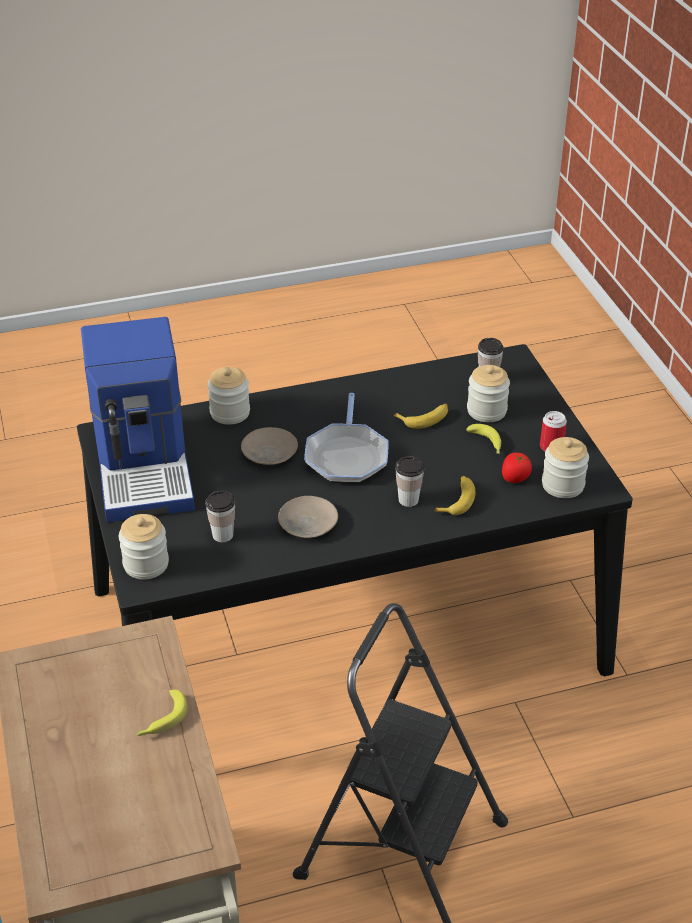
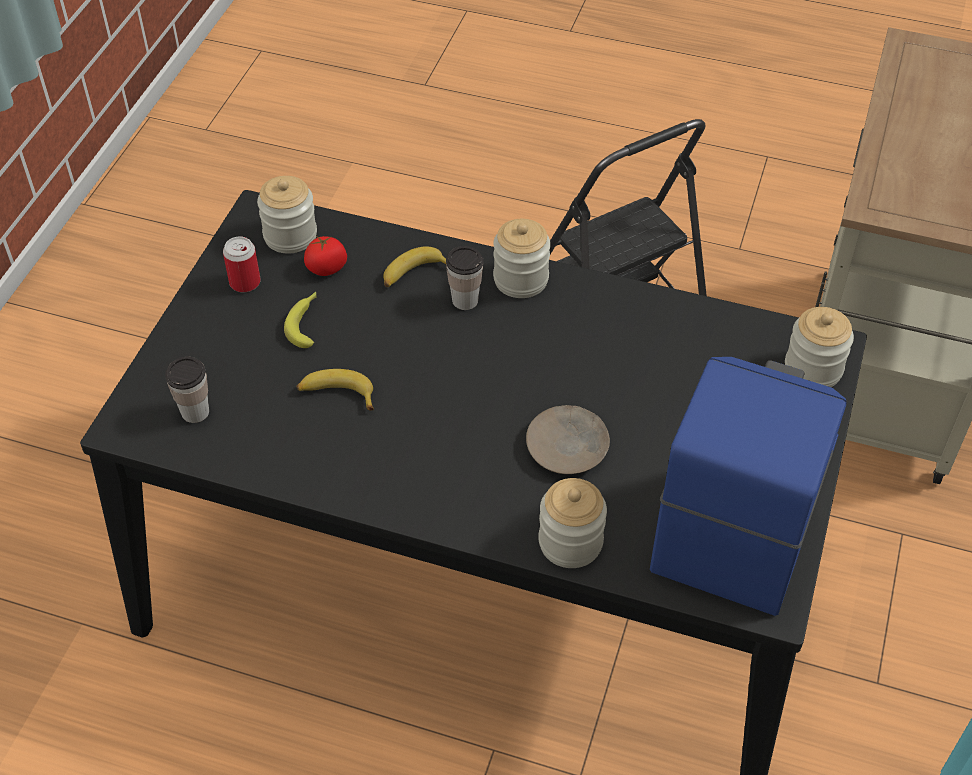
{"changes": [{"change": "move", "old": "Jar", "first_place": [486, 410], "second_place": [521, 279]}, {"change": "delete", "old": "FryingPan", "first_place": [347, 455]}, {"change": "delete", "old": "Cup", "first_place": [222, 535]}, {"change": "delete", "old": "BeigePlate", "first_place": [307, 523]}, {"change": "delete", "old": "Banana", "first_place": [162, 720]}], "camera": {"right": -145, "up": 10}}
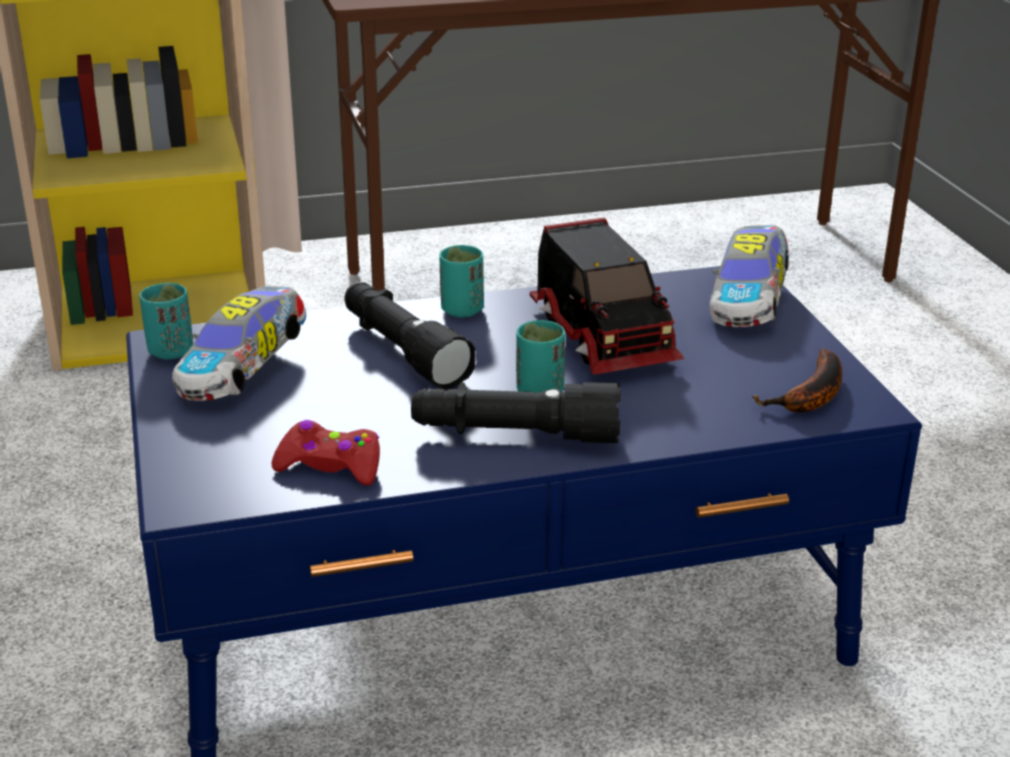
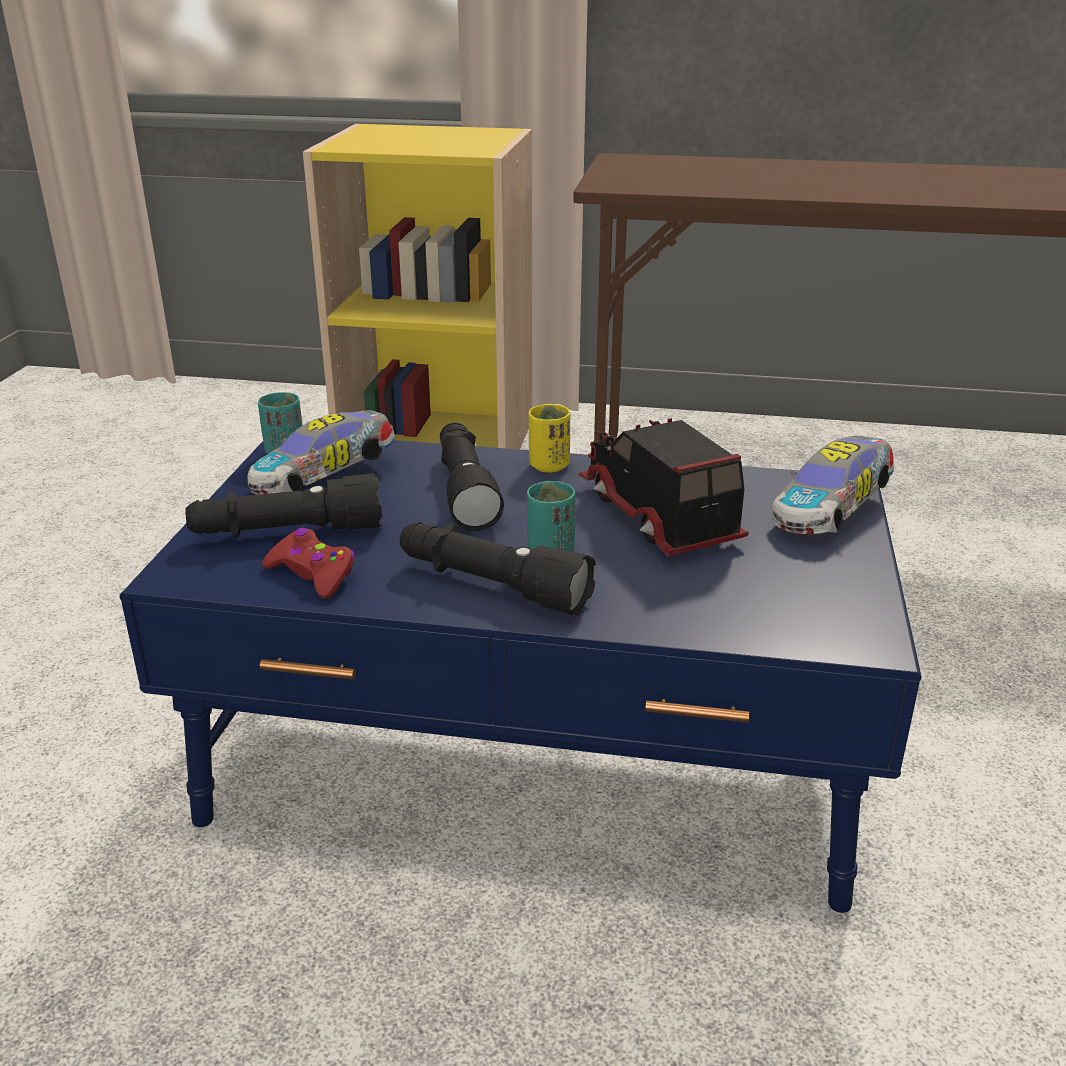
{"changes": [{"change": "rotate", "old": "ToyTruck", "first_place": [604, 337], "second_place": [656, 515], "degrees": 150}, {"change": "recolor", "old": "TurquoiseCup", "new": "YellowCup", "first_place": [462, 310], "second_place": [549, 466]}, {"change": "delete", "old": "Banana", "first_place": [811, 396]}, {"change": "insert", "new": "BlackFlashlight", "second_place": [287, 532]}], "camera": {"right": 25, "up": 0}}
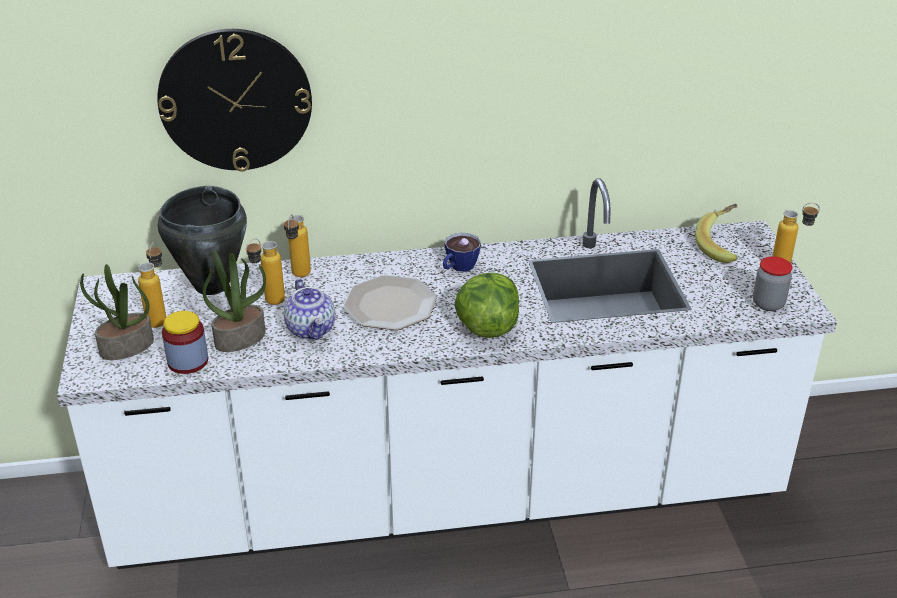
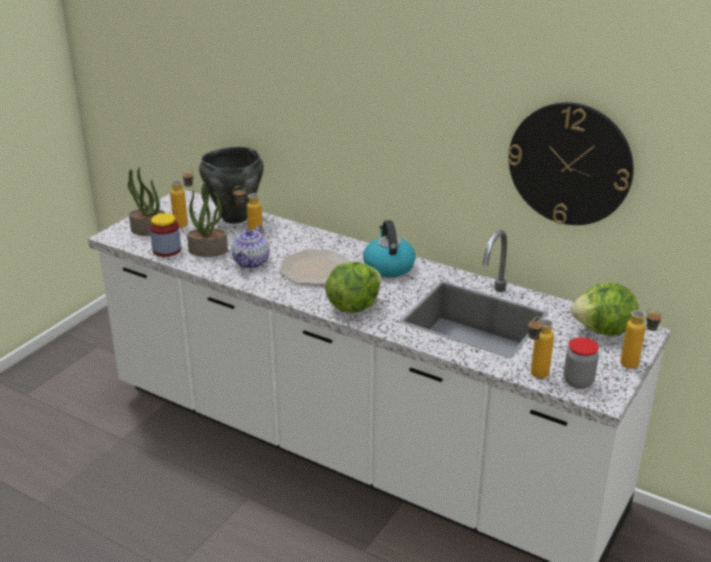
{"changes": [{"change": "move", "old": "WallClock", "first_place": [235, 100], "second_place": [570, 164]}, {"change": "replace", "old": "Banana", "new": "Lettuce", "first_place": [722, 246], "second_place": [603, 331]}, {"change": "move", "old": "Bottle", "first_place": [299, 277], "second_place": [534, 376]}, {"change": "replace", "old": "Cup", "new": "Kettle", "first_place": [458, 268], "second_place": [388, 266]}], "camera": {"right": 40, "up": -5}}
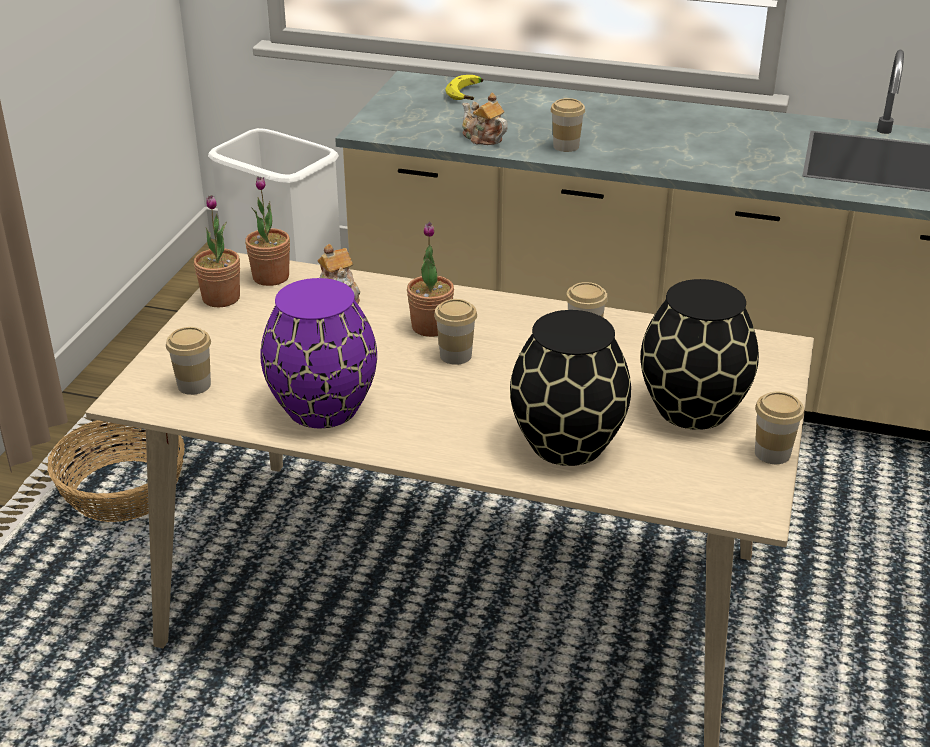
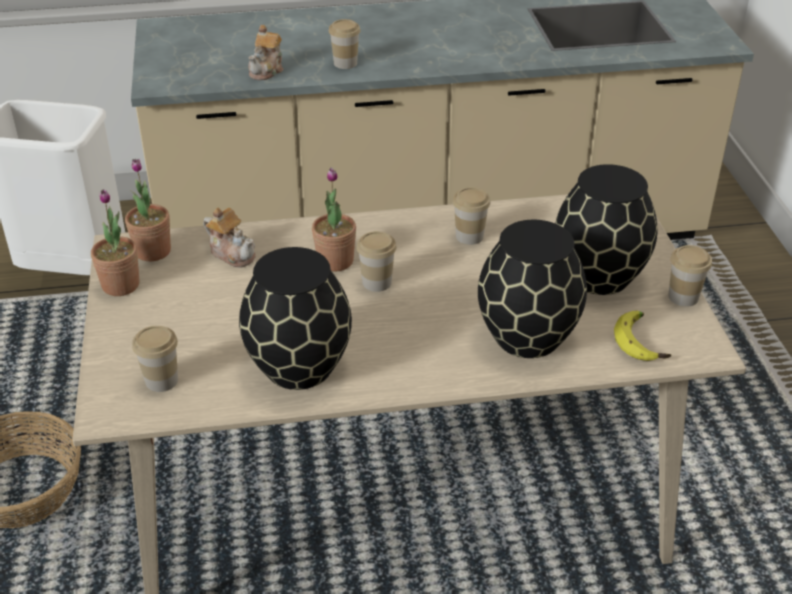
{"changes": [{"change": "move", "old": "Banana", "first_place": [468, 94], "second_place": [642, 342]}, {"change": "rotate", "old": "Teapot", "first_place": [482, 138], "second_place": [267, 70], "degrees": -90}, {"change": "recolor", "old": "PurpleVase", "new": "BlackVase", "first_place": [322, 409], "second_place": [298, 368]}], "camera": {"right": -25, "up": 5}}
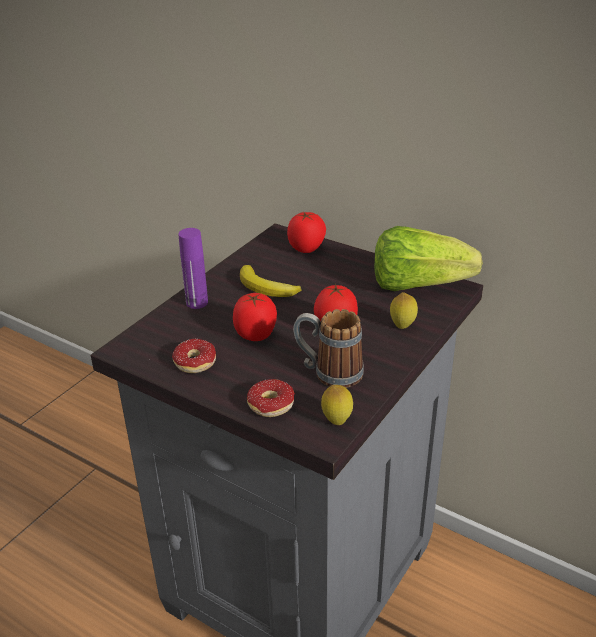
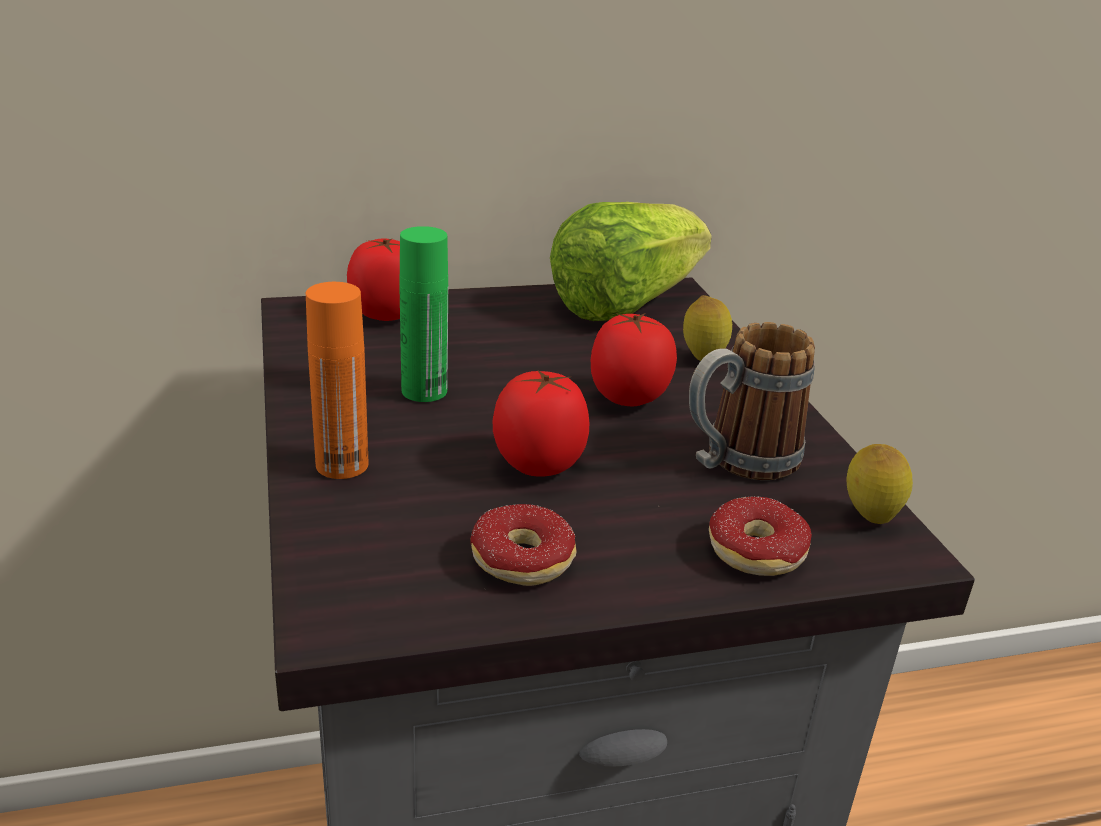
{"changes": [{"change": "recolor", "old": "PurpleBottle", "new": "OrangeBottle", "first_place": [197, 302], "second_place": [342, 464]}, {"change": "replace", "old": "Banana", "new": "GreenBottle", "first_place": [266, 288], "second_place": [424, 391]}], "camera": {"right": -50, "up": -5}}
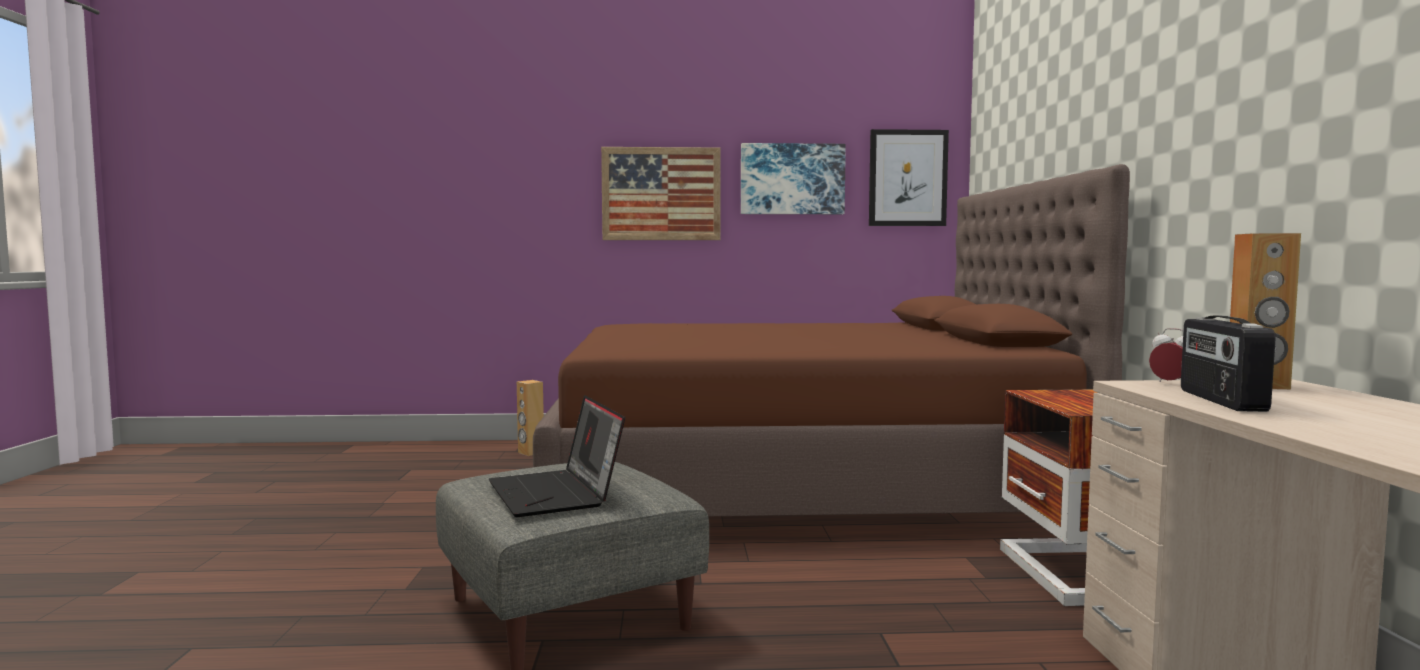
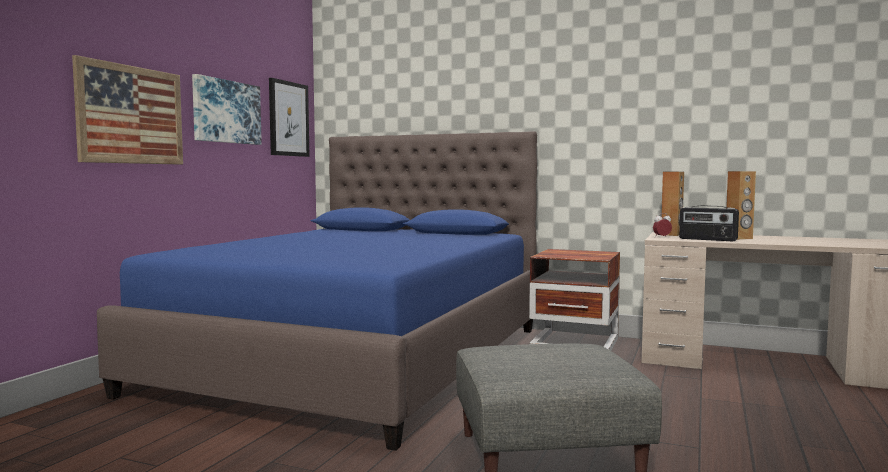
{"changes": [{"change": "recolor", "old": "BrownBed", "new": "BlueBed", "first_place": [798, 484], "second_place": [357, 358]}, {"change": "move", "old": "BrownSpeaker", "first_place": [530, 453], "second_place": [739, 238]}, {"change": "delete", "old": "Laptop", "first_place": [556, 494]}], "camera": {"right": -65, "up": 0}}
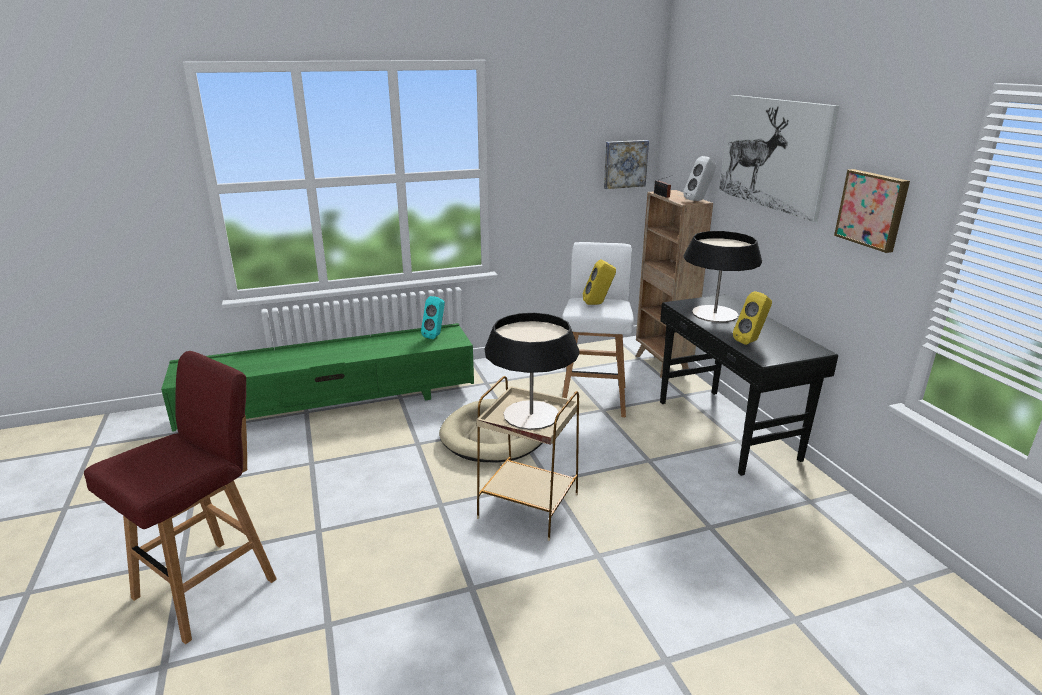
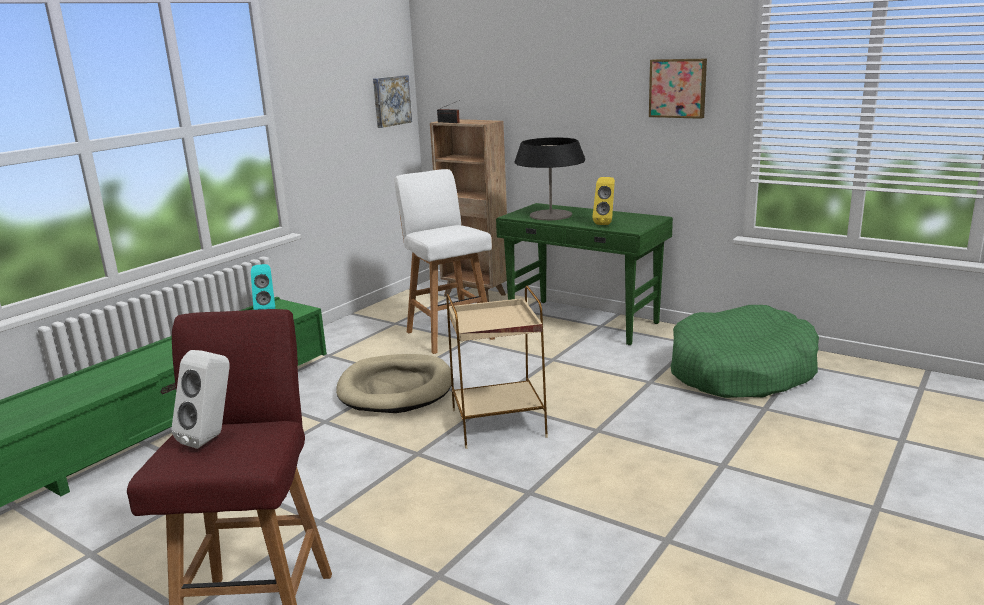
{"changes": [{"change": "delete", "old": "Picture", "first_place": [773, 154]}, {"change": "move", "old": "WhiteSpeaker", "first_place": [699, 200], "second_place": [212, 437]}, {"change": "delete", "old": "YellowSpeaker", "first_place": [598, 304]}, {"change": "recolor", "old": "BlackConsoleTable", "new": "GreenConsoleTable", "first_place": [727, 430], "second_place": [584, 322]}, {"change": "delete", "old": "TableLamp", "first_place": [531, 415]}, {"change": "insert", "new": "GreenDogBed", "second_place": [740, 371]}], "camera": {"right": -35, "up": -5}}
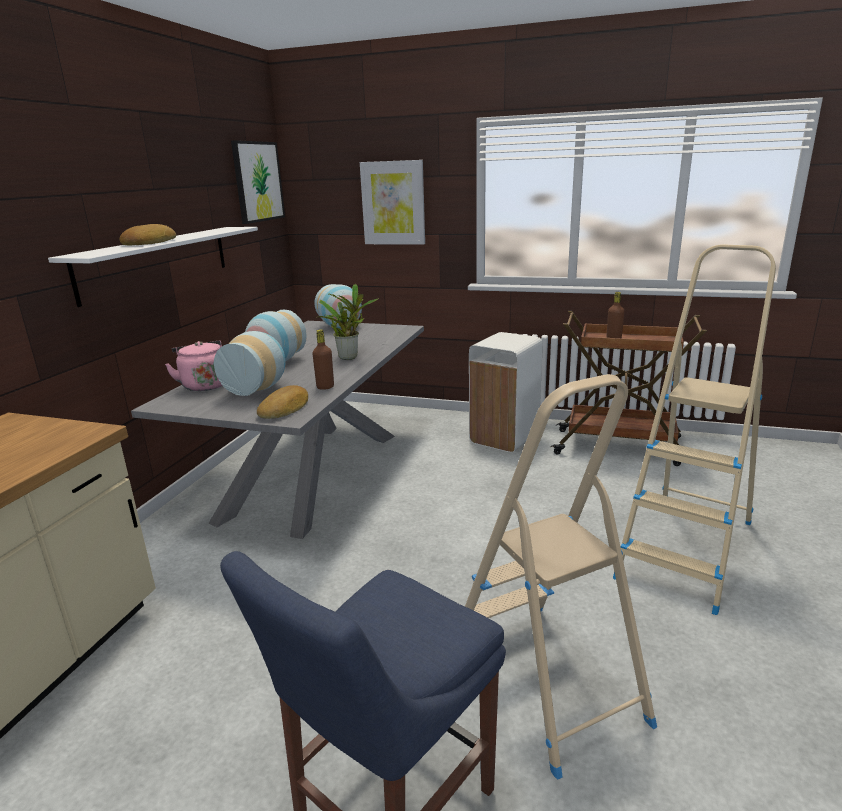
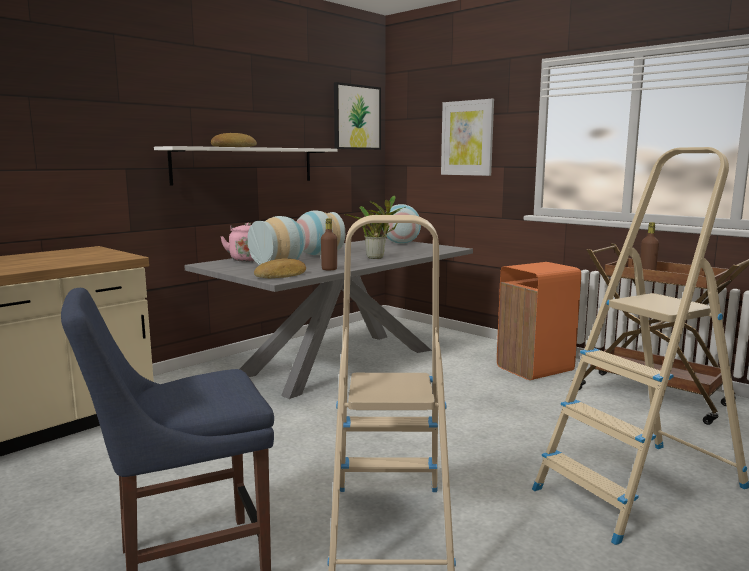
{"changes": [{"change": "recolor", "old": "WhiteTrashCan", "new": "OrangeTrashCan", "first_place": [503, 437], "second_place": [534, 368]}], "camera": {"right": 25, "up": -10}}
